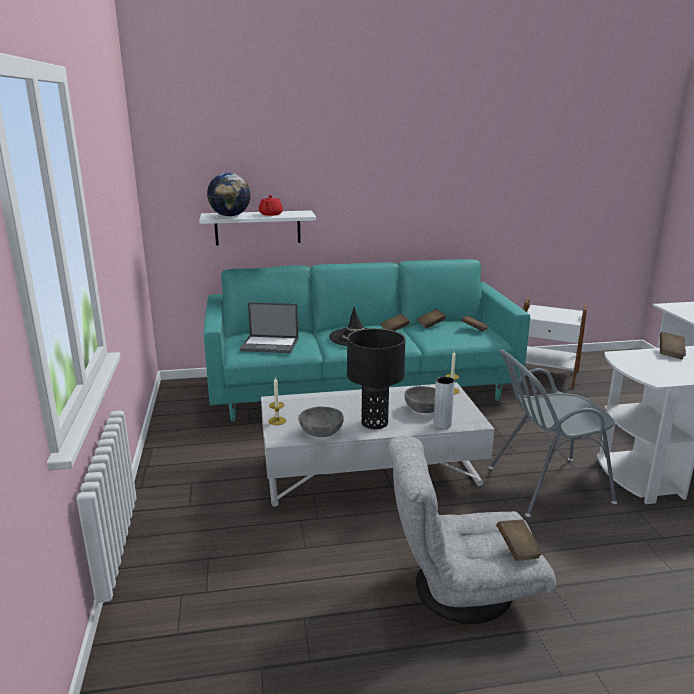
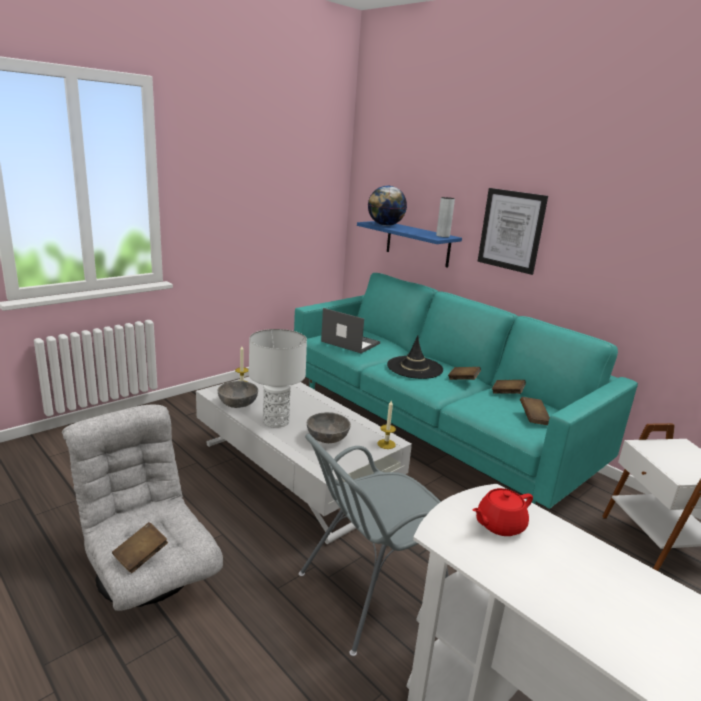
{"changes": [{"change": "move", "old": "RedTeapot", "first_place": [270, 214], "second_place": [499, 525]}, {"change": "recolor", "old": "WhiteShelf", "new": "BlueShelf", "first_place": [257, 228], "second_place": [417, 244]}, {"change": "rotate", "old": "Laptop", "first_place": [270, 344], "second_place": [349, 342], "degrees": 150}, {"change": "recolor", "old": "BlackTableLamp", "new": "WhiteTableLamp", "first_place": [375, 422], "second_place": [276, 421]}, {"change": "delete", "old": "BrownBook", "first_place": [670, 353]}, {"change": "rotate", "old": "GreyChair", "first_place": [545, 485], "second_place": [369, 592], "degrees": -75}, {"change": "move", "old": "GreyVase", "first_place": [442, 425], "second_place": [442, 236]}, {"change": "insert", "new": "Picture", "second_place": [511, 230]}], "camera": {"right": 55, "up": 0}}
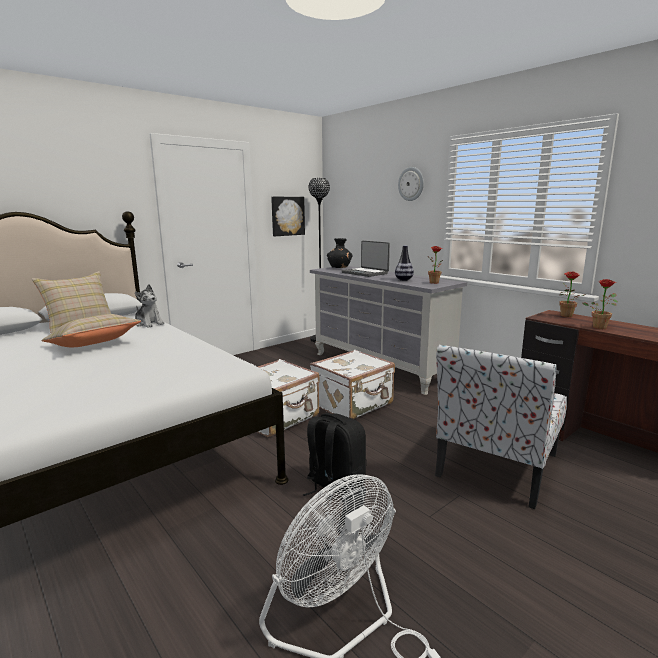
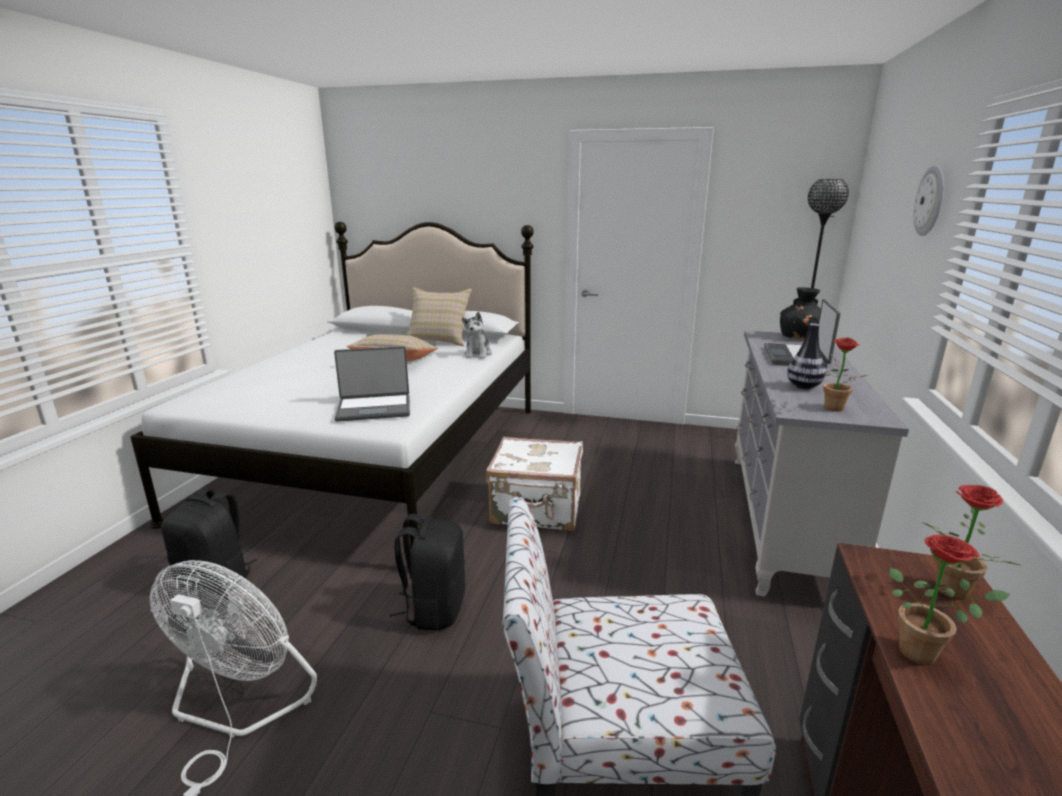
{"changes": [{"change": "delete", "old": "Picture", "first_place": [287, 216]}, {"change": "delete", "old": "WhiteSuitcase", "first_place": [353, 404]}, {"change": "insert", "new": "Laptop", "second_place": [374, 408]}, {"change": "insert", "new": "BlackBackpack", "second_place": [217, 581]}], "camera": {"right": 55, "up": 5}}
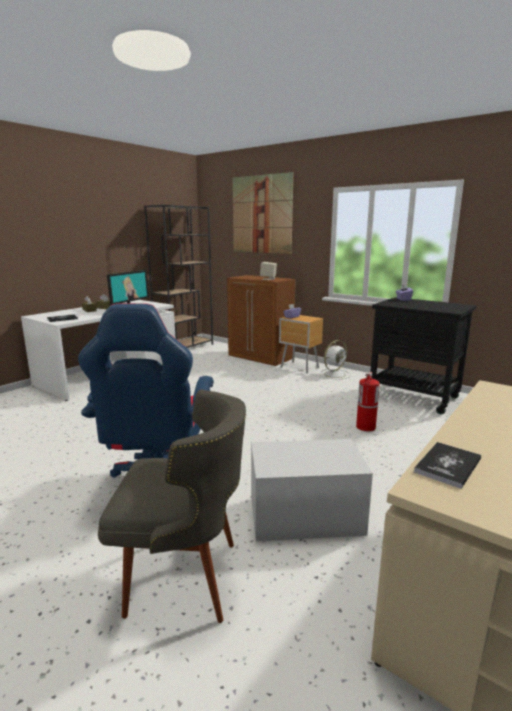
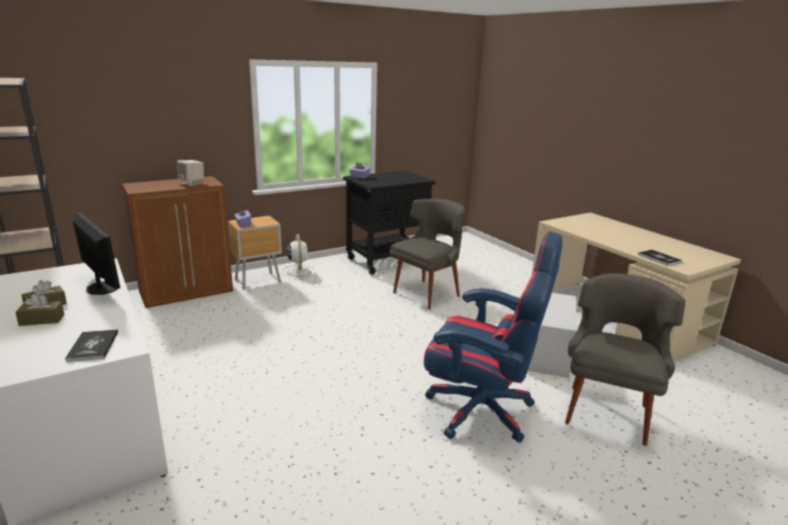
{"changes": [{"change": "delete", "old": "Picture", "first_place": [261, 214]}, {"change": "replace", "old": "FireExtinguisher", "new": "GreyChair", "first_place": [365, 427], "second_place": [425, 295]}], "camera": {"right": -70, "up": 5}}
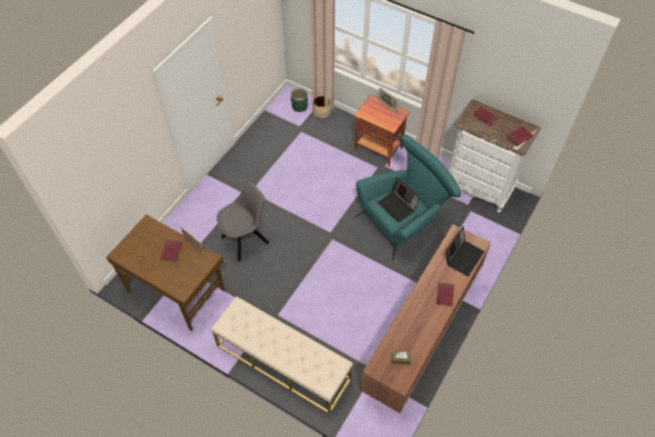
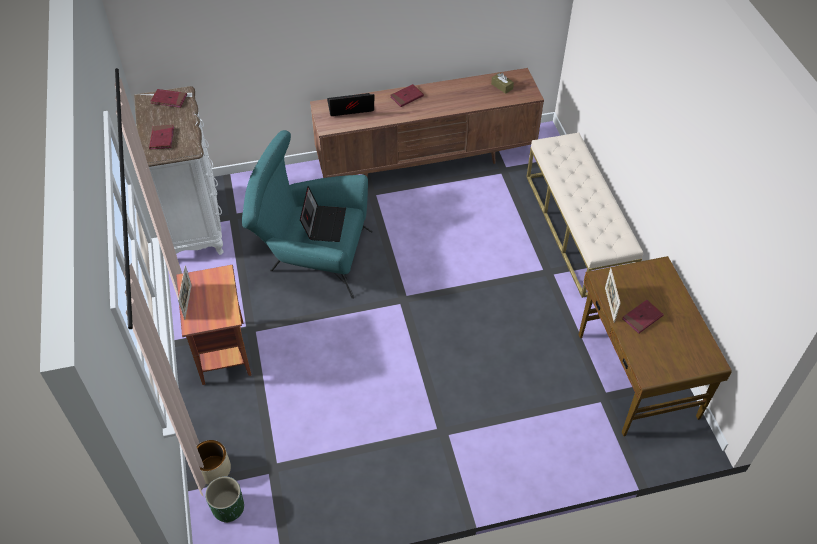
{"changes": [{"change": "delete", "old": "GreyChair", "first_place": [245, 240]}], "camera": {"right": -135, "up": -5}}
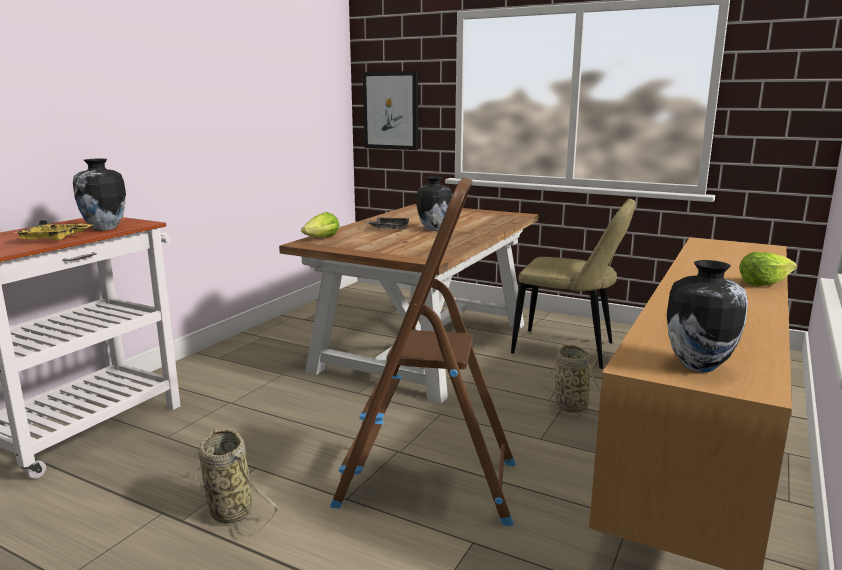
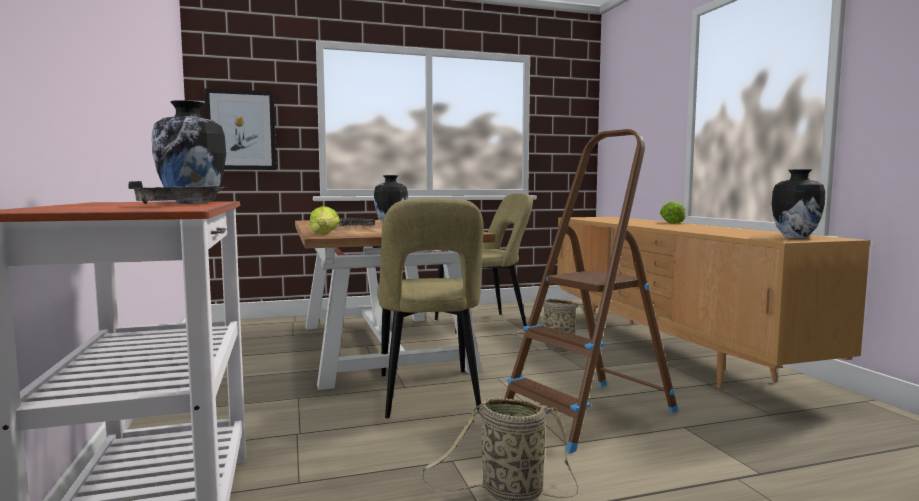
{"changes": [{"change": "recolor", "old": "YellowTray", "new": "GreyTray", "first_place": [54, 239], "second_place": [182, 205]}, {"change": "insert", "new": "BeigeChair", "second_place": [428, 395]}], "camera": {"right": -45, "up": -10}}
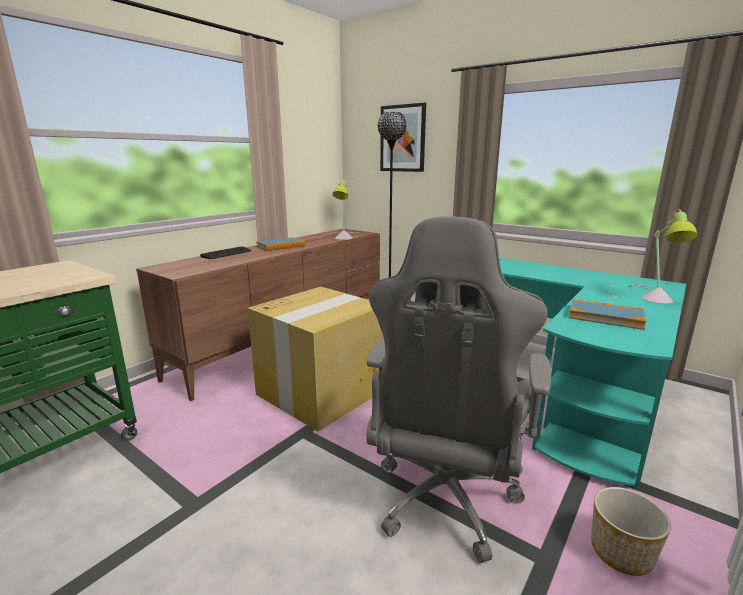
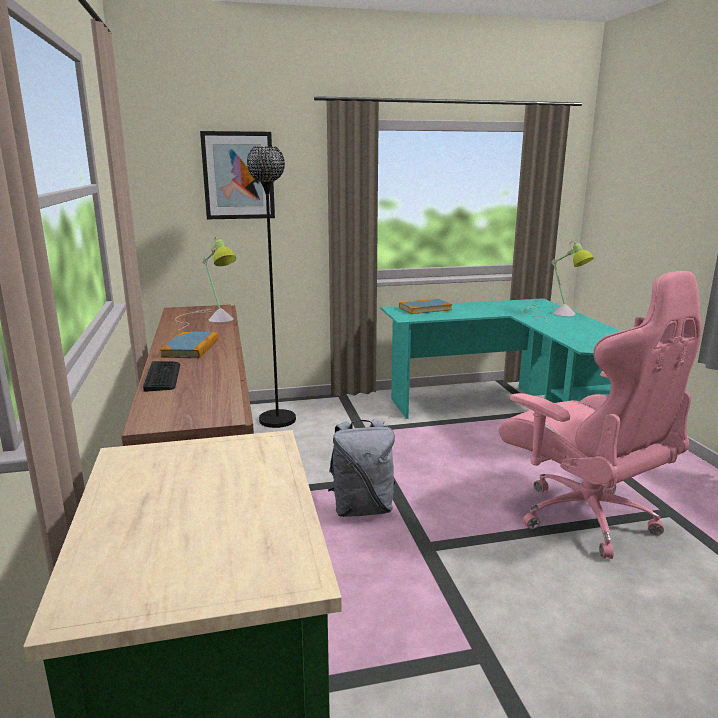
{"changes": [{"change": "recolor", "old": "GreyOfficeChair", "new": "PinkOfficeChair", "first_place": [446, 491], "second_place": [579, 514]}, {"change": "replace", "old": "CardboardBox", "new": "GreyBackpack", "first_place": [322, 391], "second_place": [362, 508]}, {"change": "move", "old": "Book", "first_place": [605, 317], "second_place": [425, 309]}, {"change": "delete", "old": "Planter", "first_place": [622, 553]}], "camera": {"right": -50, "up": 0}}
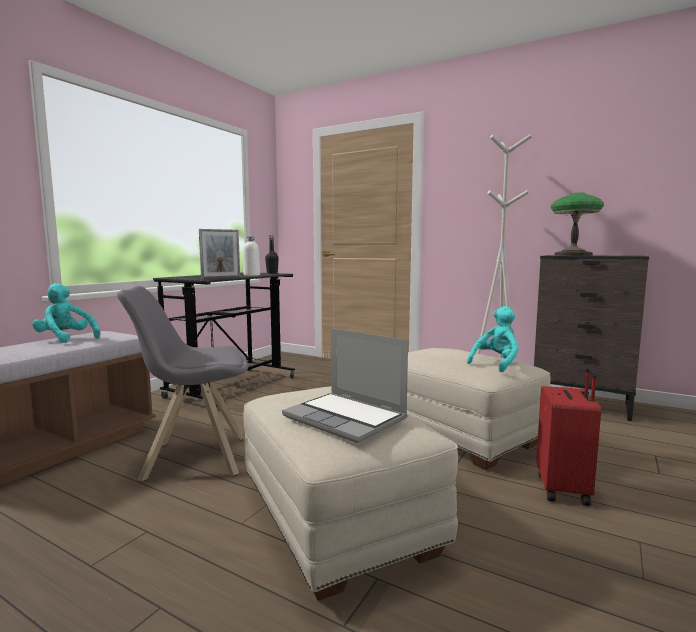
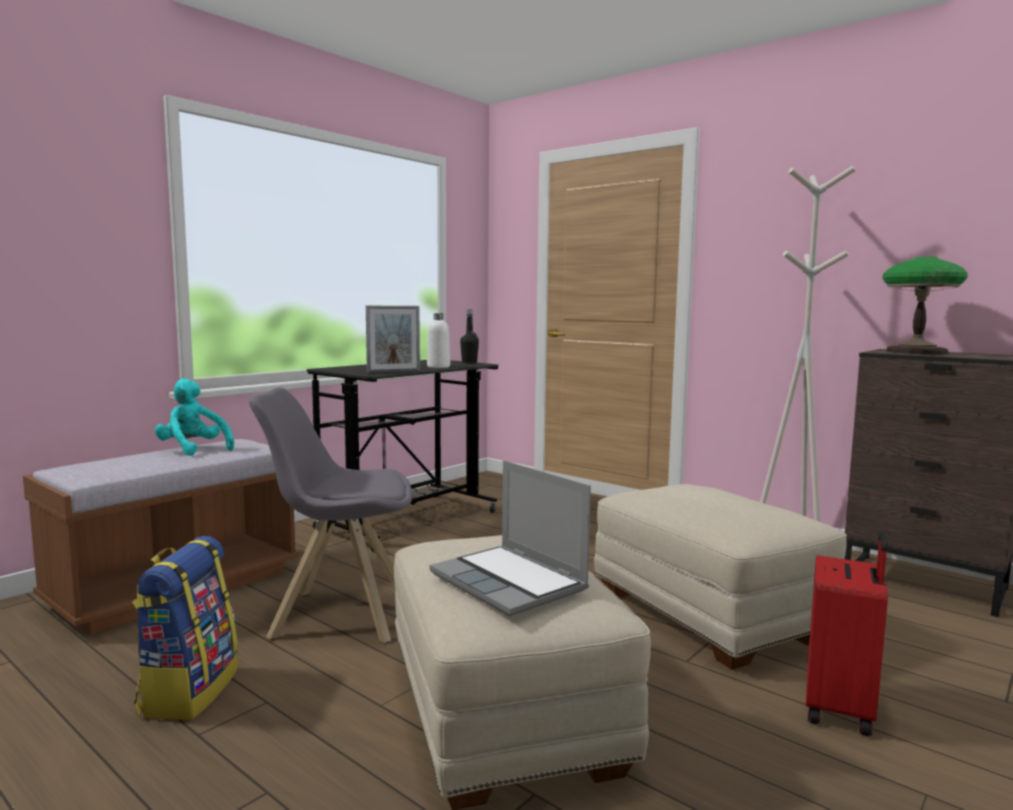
{"changes": [{"change": "delete", "old": "TurquoisePlushToy", "first_place": [496, 364]}, {"change": "insert", "new": "Backpack", "second_place": [188, 691]}], "camera": {"right": 10, "up": 0}}
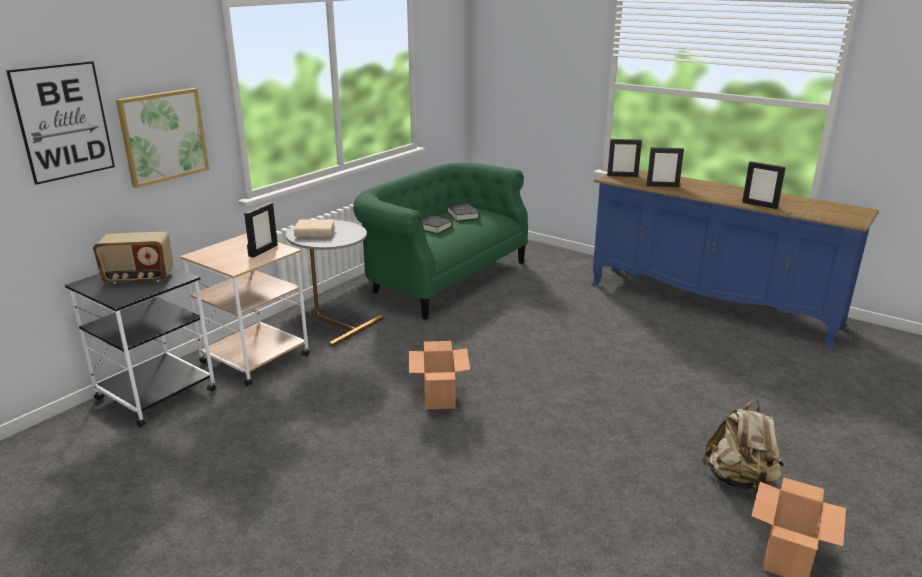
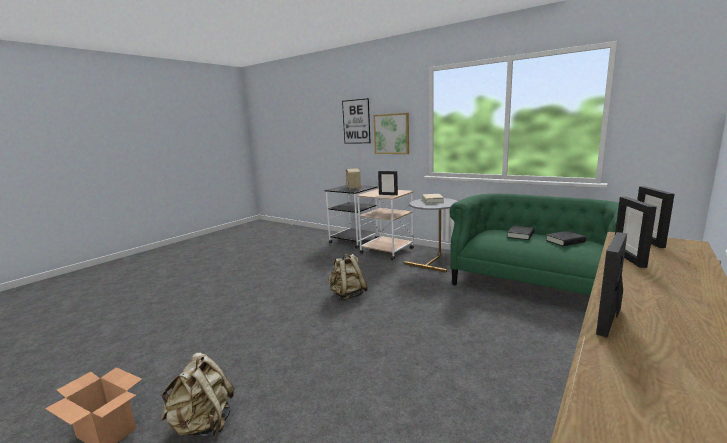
{"changes": [{"change": "replace", "old": "CardboardBox", "new": "BeigeBackpack", "first_place": [439, 397], "second_place": [348, 295]}], "camera": {"right": 90, "up": -10}}
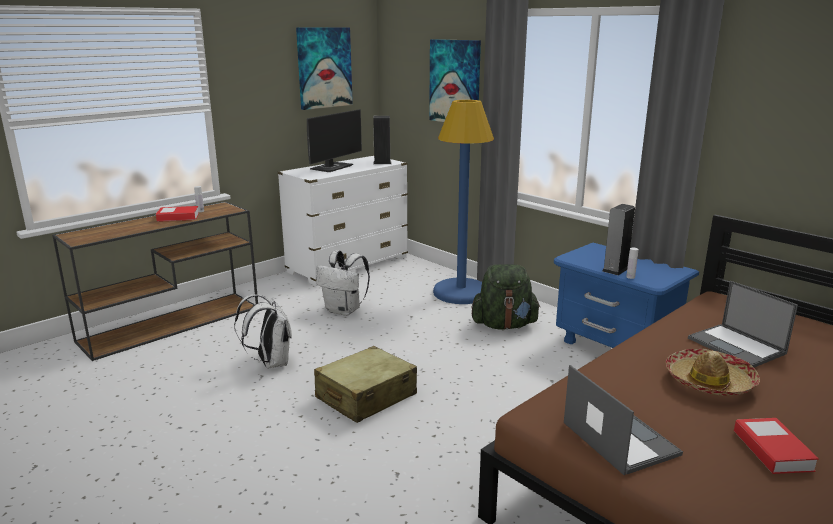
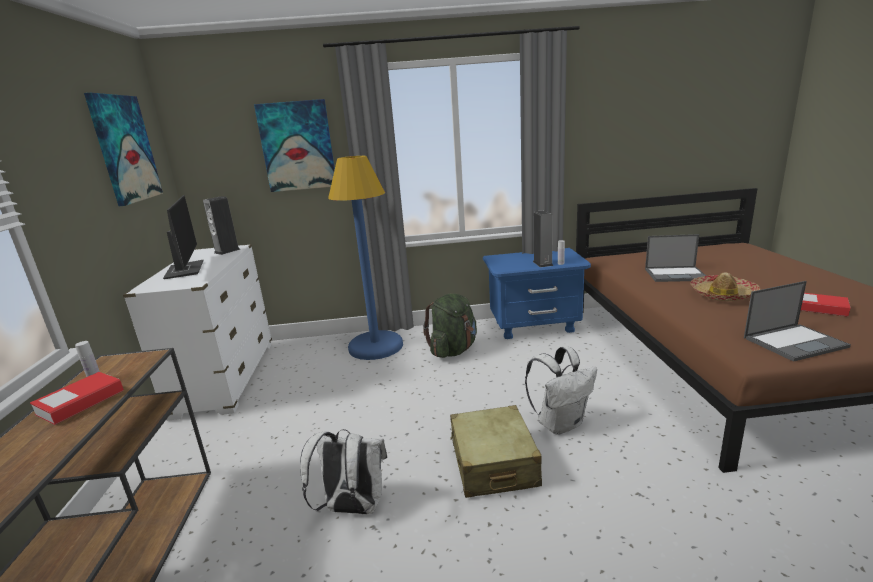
{"changes": [{"change": "move", "old": "WhiteBackpack", "first_place": [344, 310], "second_place": [560, 423]}, {"change": "rotate", "old": "Laptop", "first_place": [618, 438], "second_place": [795, 342], "degrees": 150}], "camera": {"right": -50, "up": 0}}
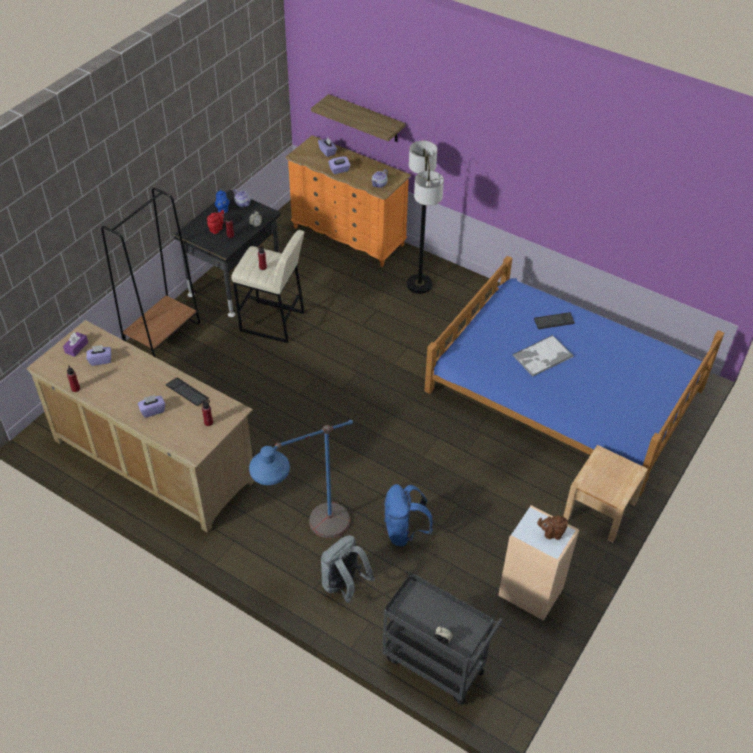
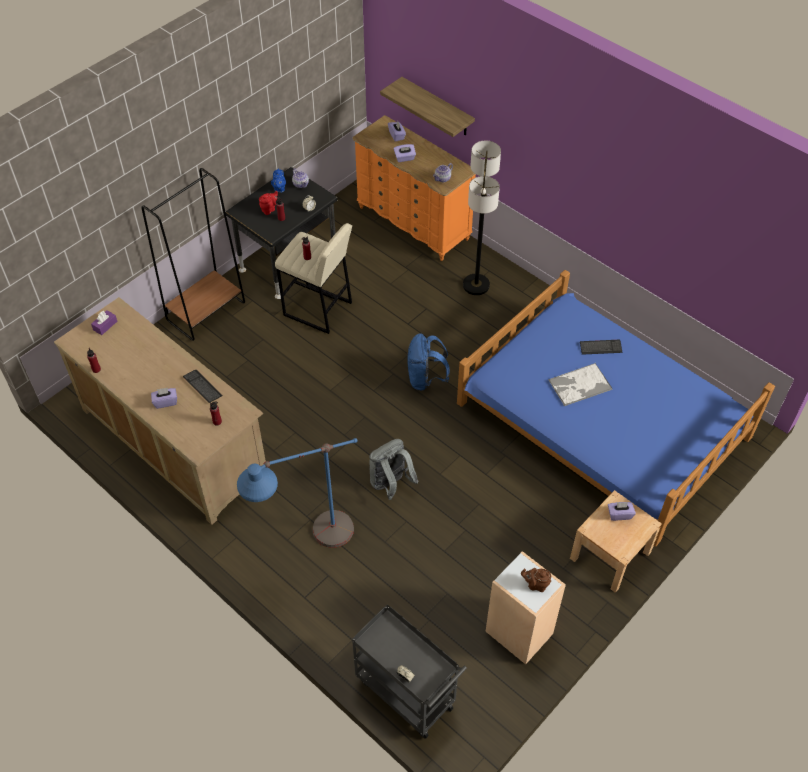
{"changes": [{"change": "move", "old": "PurpleTissueBox", "first_place": [100, 360], "second_place": [619, 514]}, {"change": "move", "old": "BlueBackpack", "first_place": [404, 532], "second_place": [425, 379]}, {"change": "move", "old": "GreyBackpack", "first_place": [344, 585], "second_place": [390, 484]}], "camera": {"right": 10, "up": 5}}
